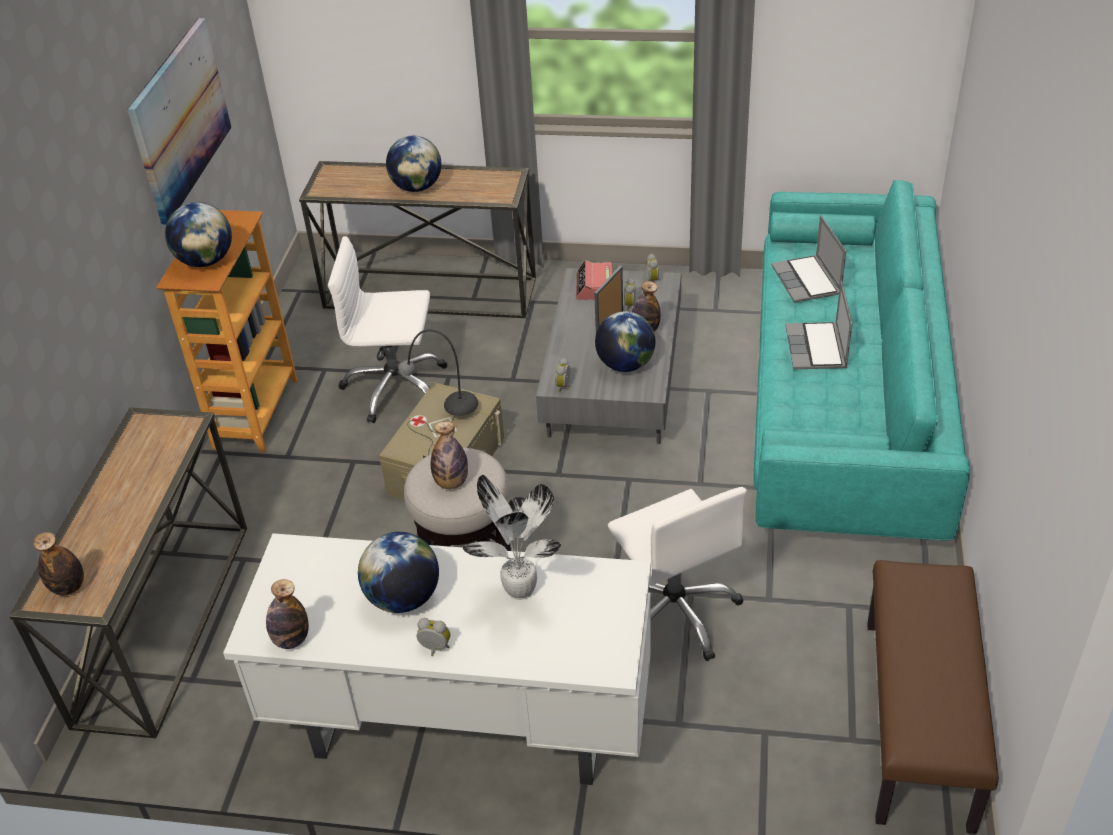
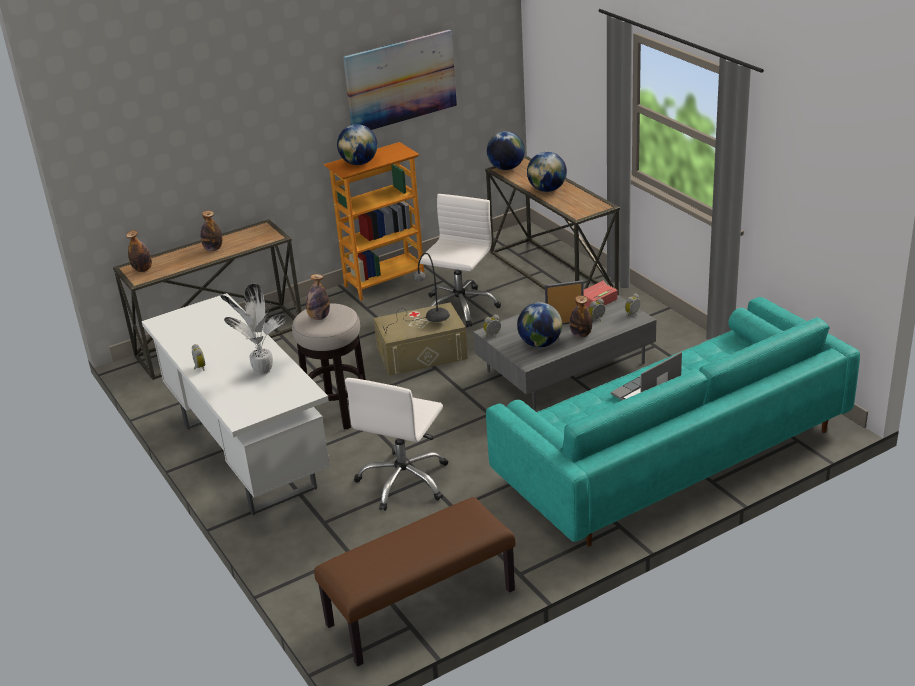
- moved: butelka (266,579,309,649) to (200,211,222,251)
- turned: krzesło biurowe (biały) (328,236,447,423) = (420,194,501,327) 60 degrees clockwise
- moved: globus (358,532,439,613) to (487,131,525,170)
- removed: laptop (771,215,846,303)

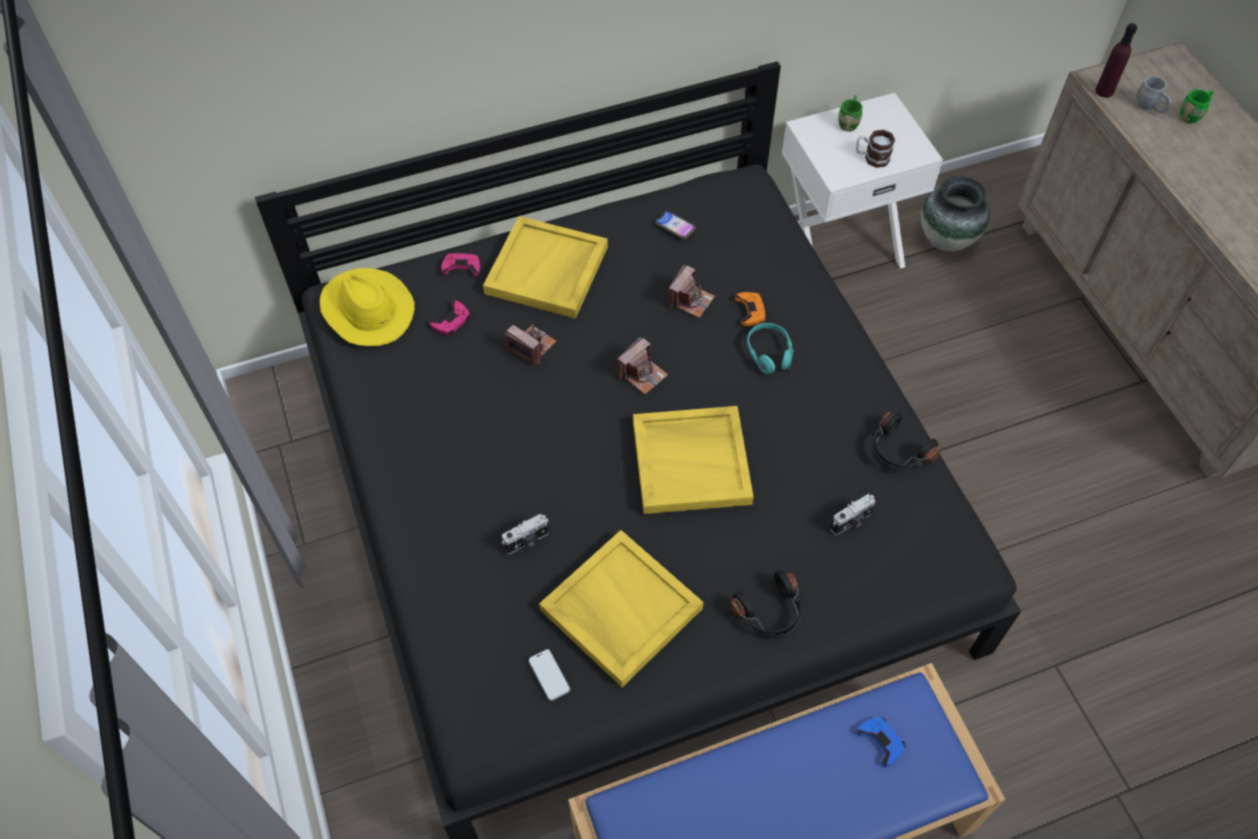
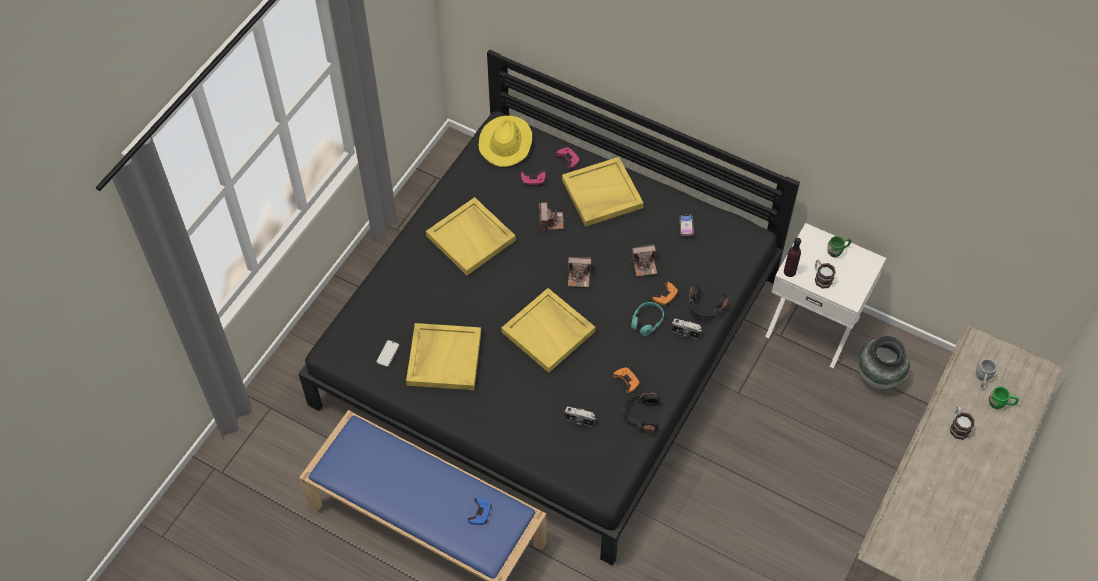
- added: taca (żółty) (426,197,516,275)
- added: pad do gier (pomarańczowy) (613,367,640,393)
- moved: aparat fotograficzny (502,514,549,554) to (672,318,702,339)
- moved: słuchawki (czarny) (729,571,803,639) to (688,285,729,321)
- moved: butelka (fioletowy) (1095,23,1137,98) to (784,238,801,277)
- added: kubek (950,406,975,440)

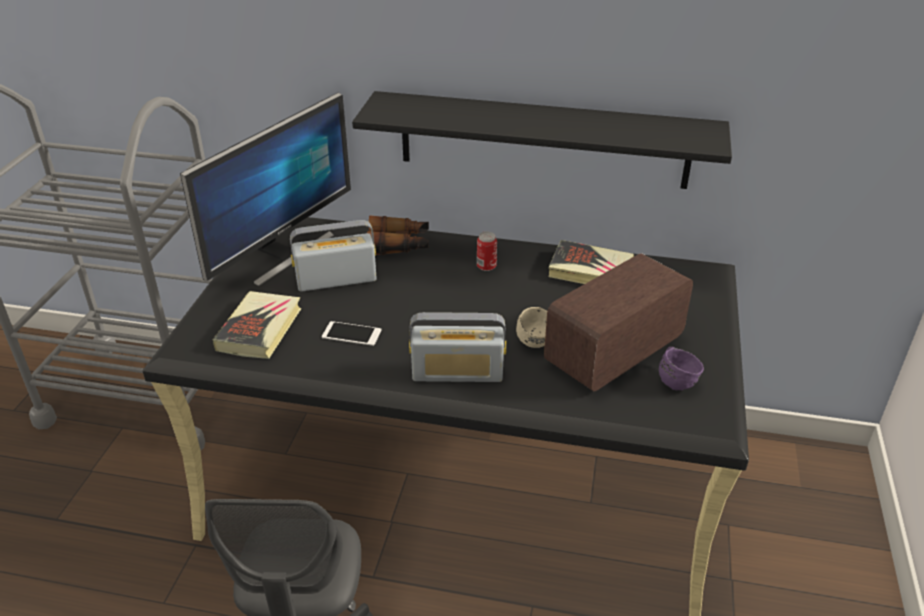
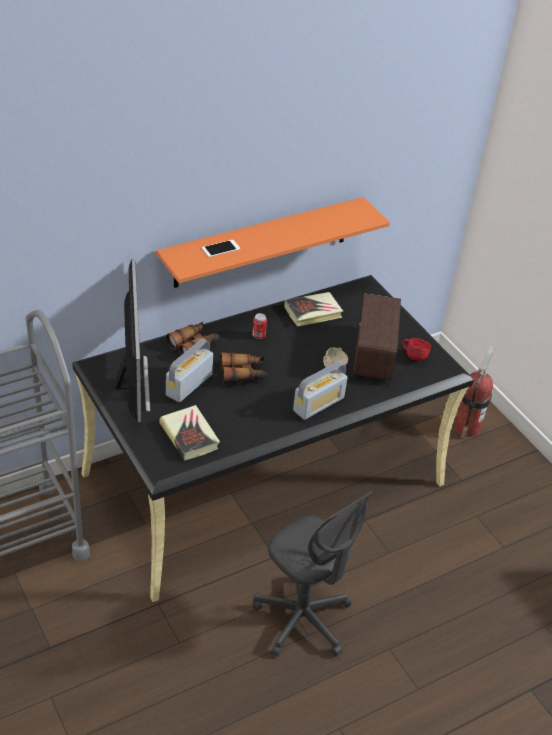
- recoloured: półka (czarny) (352,91,732,189) to półka (pomarańczowy) (156,197,390,288)
- moved: telefon (322,321,381,346) to (202,240,240,257)
- added: lornetka (220,352,267,385)
- recoloured: kubek (fioletowy) (659,347,704,390) to kubek (czerwony) (402,338,431,361)
- added: gaśnica (455,344,495,438)

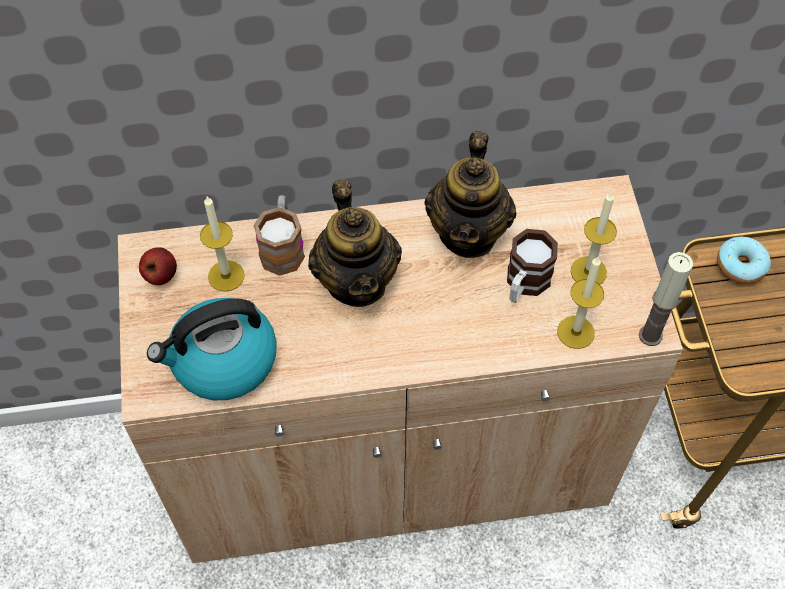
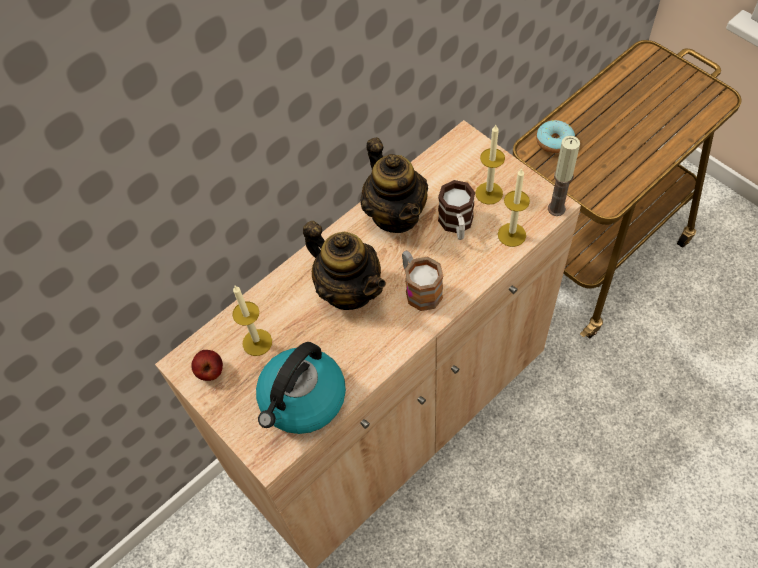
- moved: kubek (253,195,305,276) to (402,250,443,311)

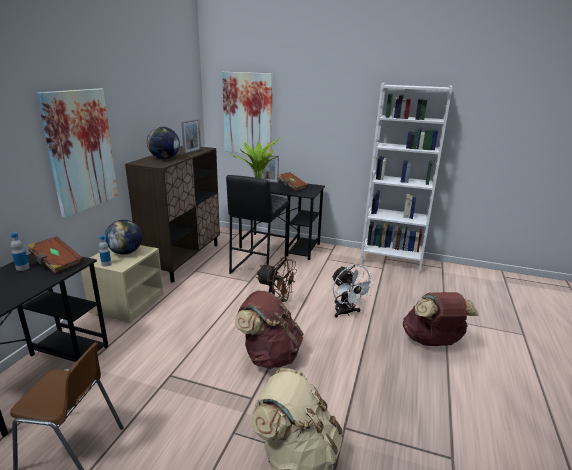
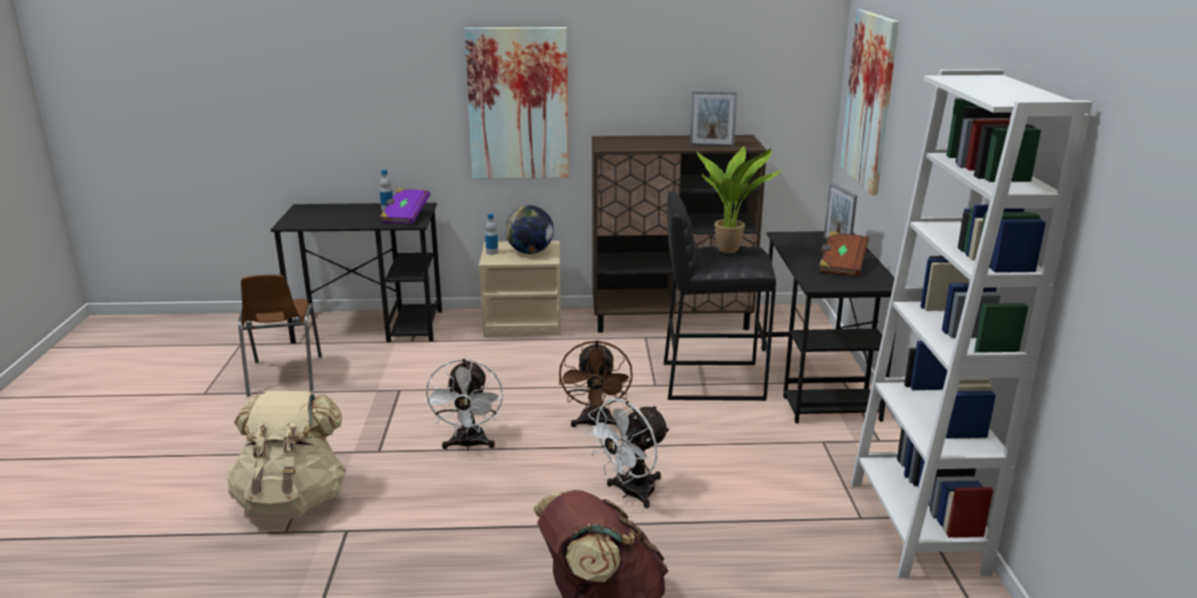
- recoloured: książka (brązowy) (27,236,84,274) to książka (fioletowy) (380,188,430,224)
- replaced: plecak (brązowy) (235,290,303,369) to wentylator (biały) (425,359,503,450)
- removed: globus (147,127,180,159)

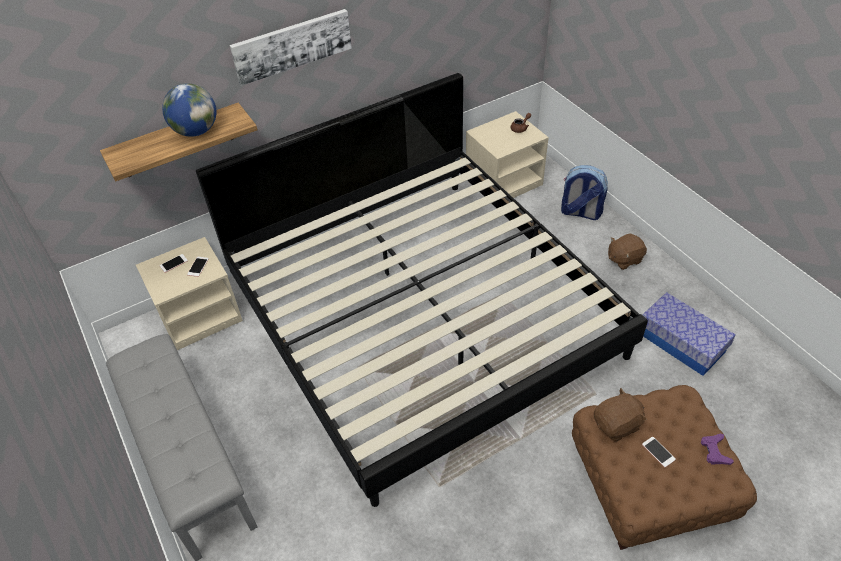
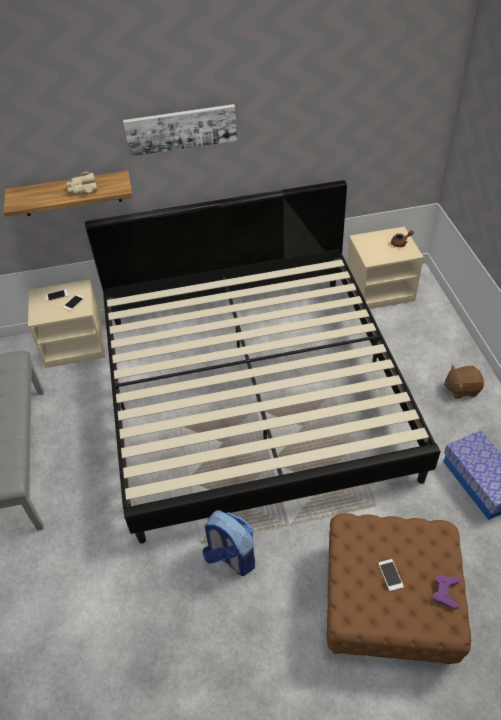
- replaced: globus (162,84,216,137) to lornetka (beżowy) (67,172,97,194)
- moved: plecak (561,165,608,220) to (203,510,255,576)
- removed: pluszak (brązowy) (594,388,647,441)

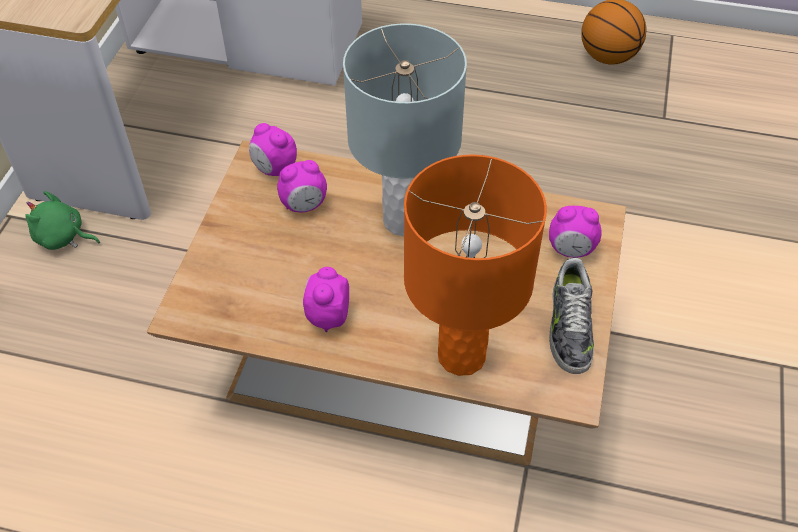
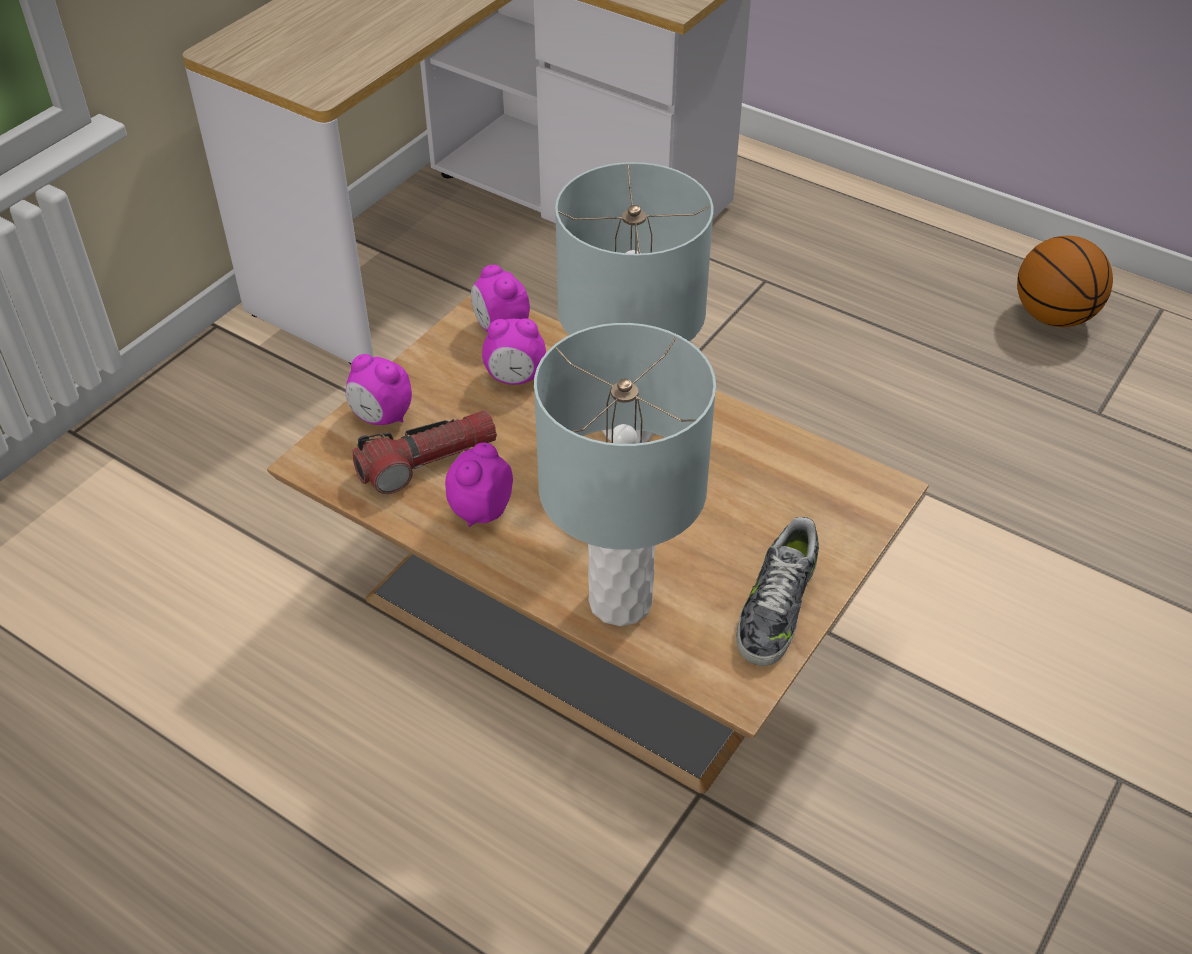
- moved: budzik (549,206,601,258) to (346,354,412,425)
- added: latarka (352,410,497,494)
- recoloured: lampa stołowa (pomarańczowy) (404,155,547,376) to lampa stołowa (szary) (534,323,716,626)
- removed: pluszak (zielony) (25,191,100,250)

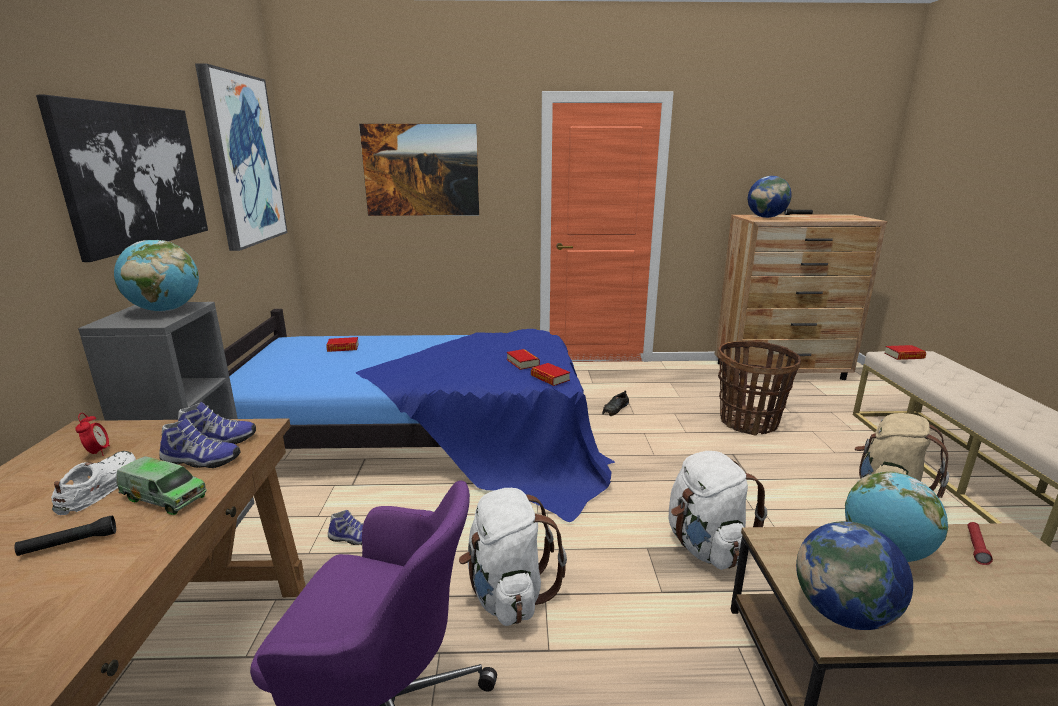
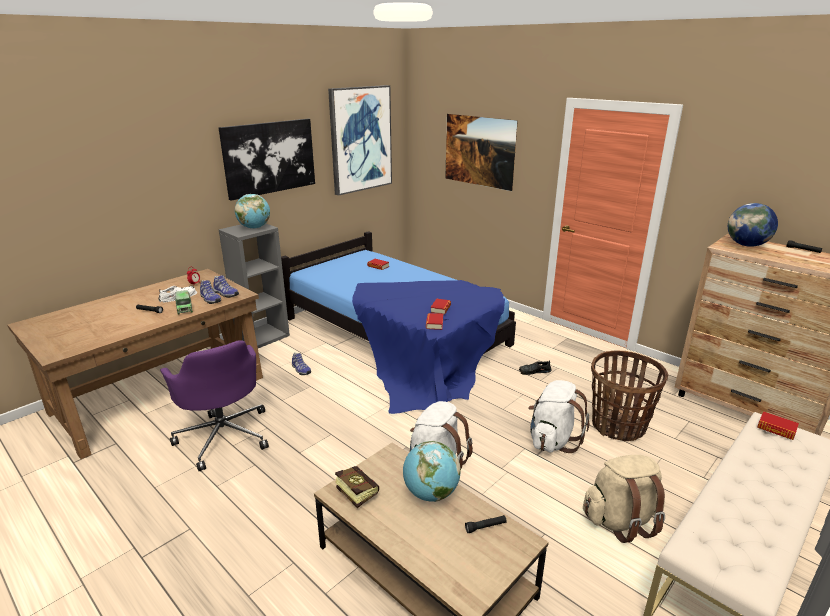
- replaced: globus (796,521,913,630) to książka (335,466,379,509)
- recoloured: latarka (czerwony) (967,522,993,565) to latarka (czarny) (465,515,507,533)
- moved: plecak (biały) (459,488,567,626) to (528,380,589,453)

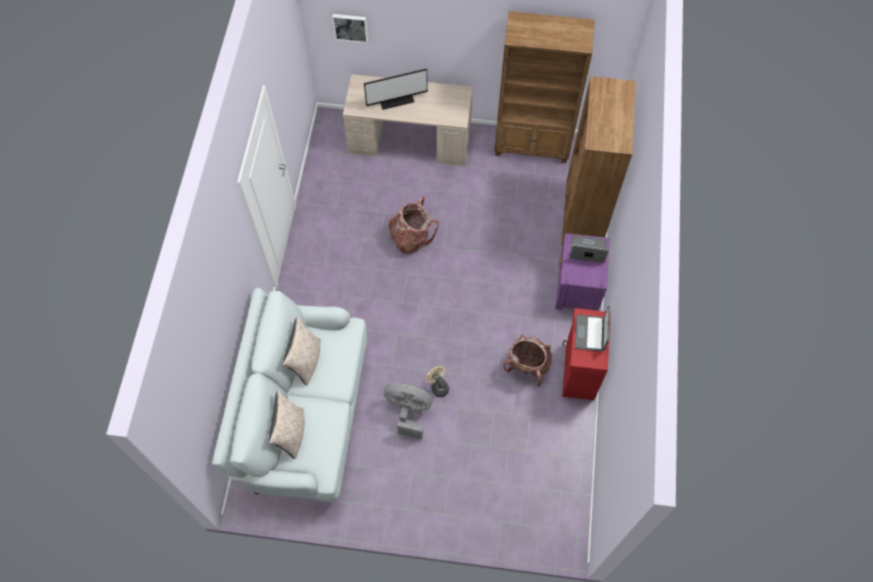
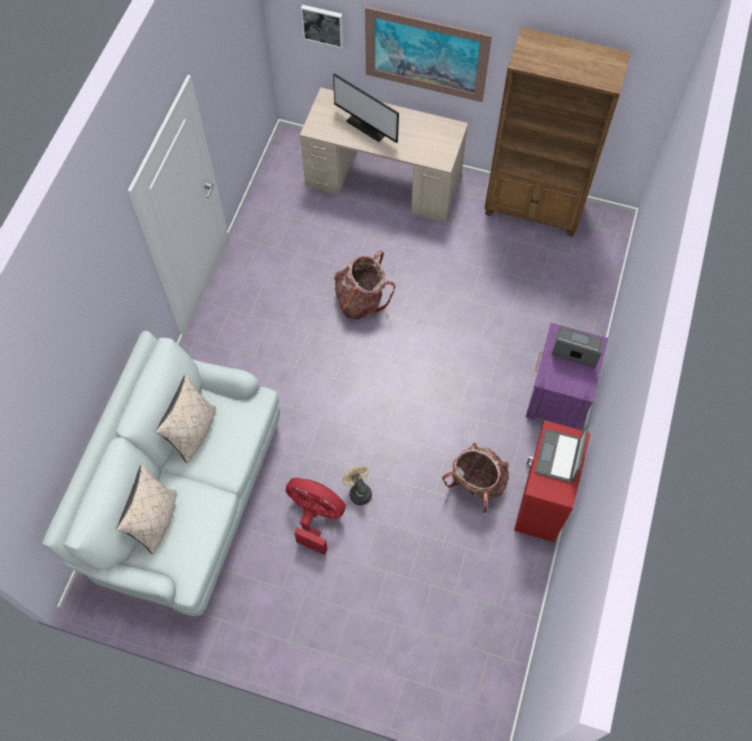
- recoloured: wentylator (szary) (384,383,432,440) to wentylator (czerwony) (286,478,346,555)
- turned: monitor (364,68,428,110) = (333,73,399,143) 45 degrees clockwise
- added: obraz (365,6,492,102)
- removed: regał (brązowy) (562,76,636,249)

